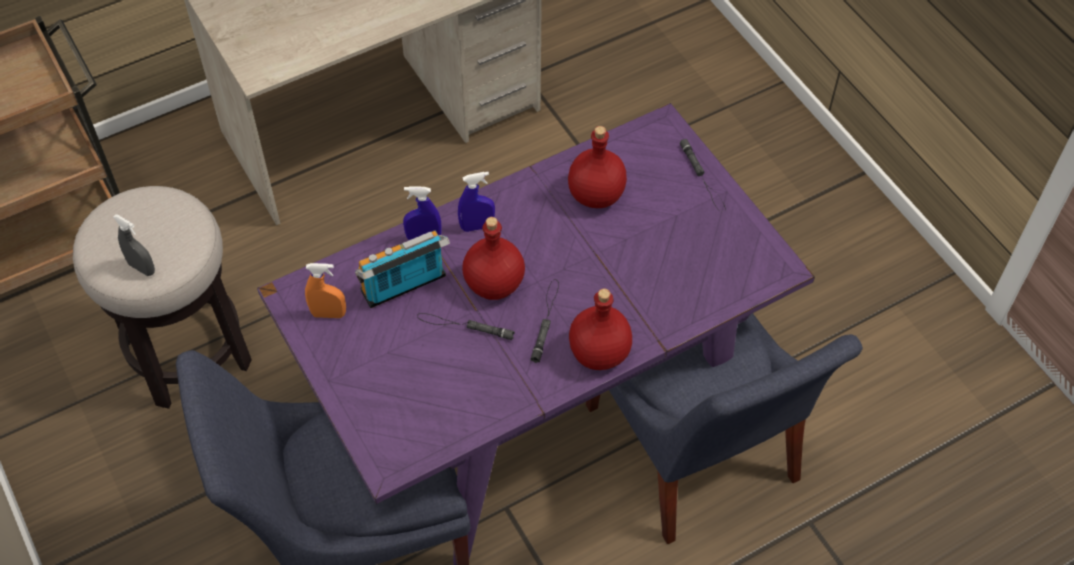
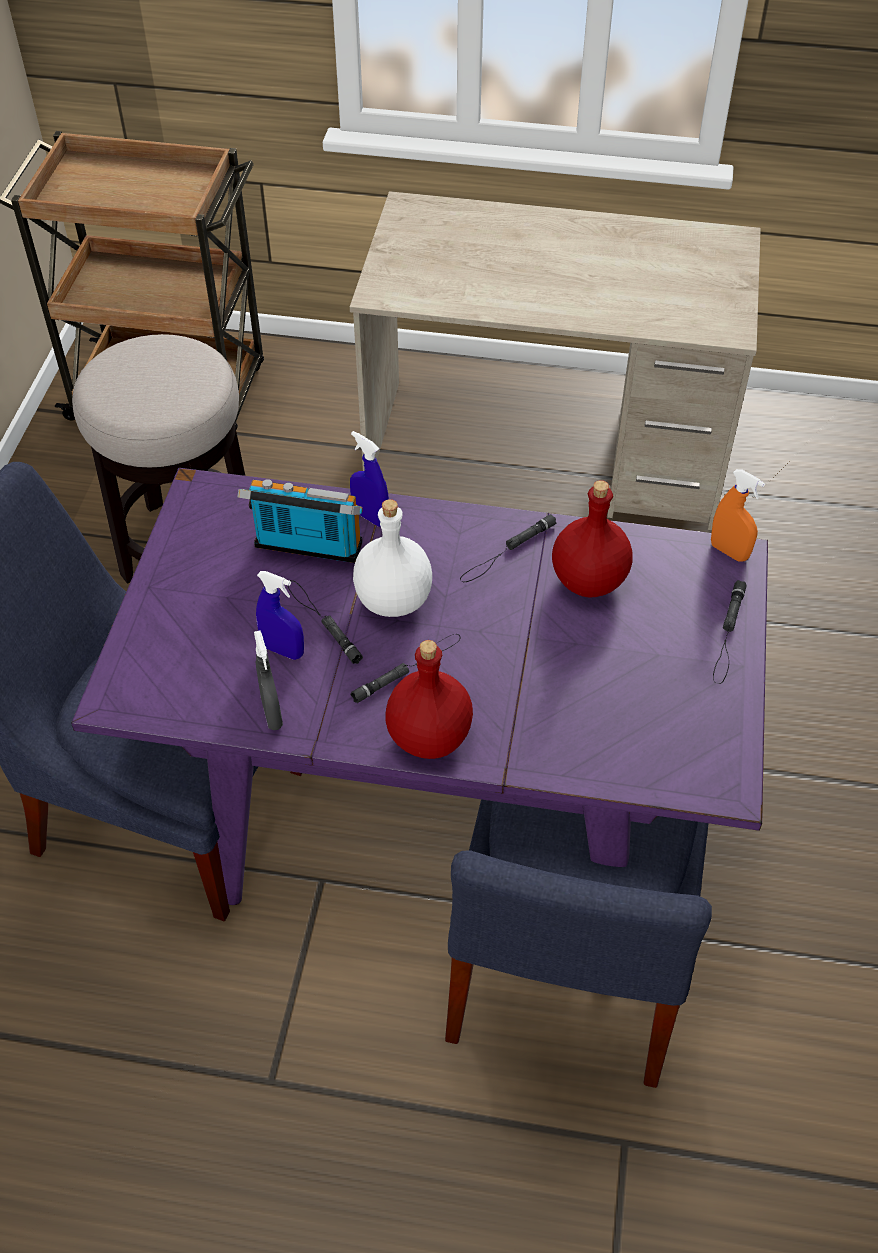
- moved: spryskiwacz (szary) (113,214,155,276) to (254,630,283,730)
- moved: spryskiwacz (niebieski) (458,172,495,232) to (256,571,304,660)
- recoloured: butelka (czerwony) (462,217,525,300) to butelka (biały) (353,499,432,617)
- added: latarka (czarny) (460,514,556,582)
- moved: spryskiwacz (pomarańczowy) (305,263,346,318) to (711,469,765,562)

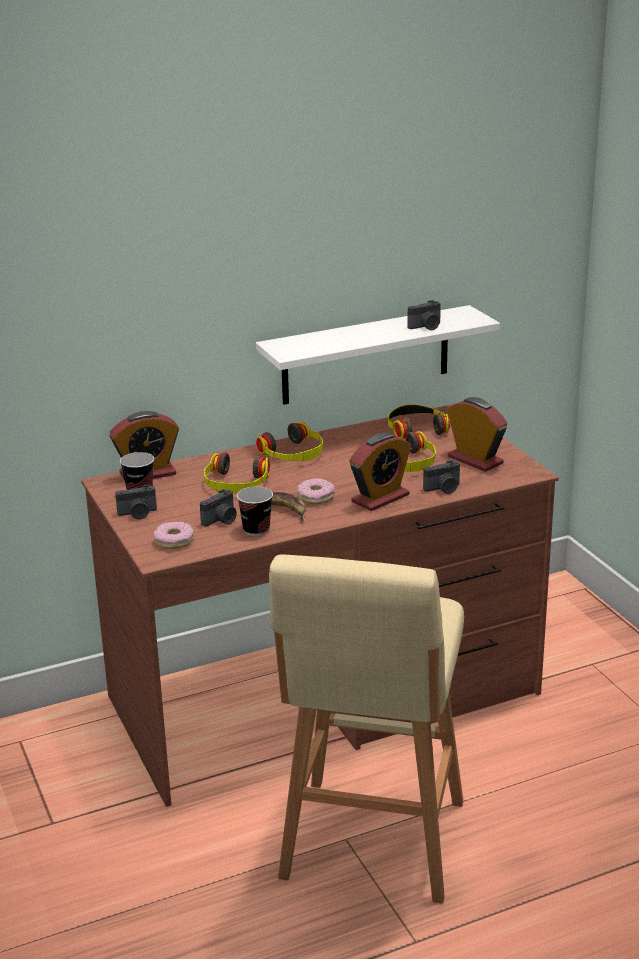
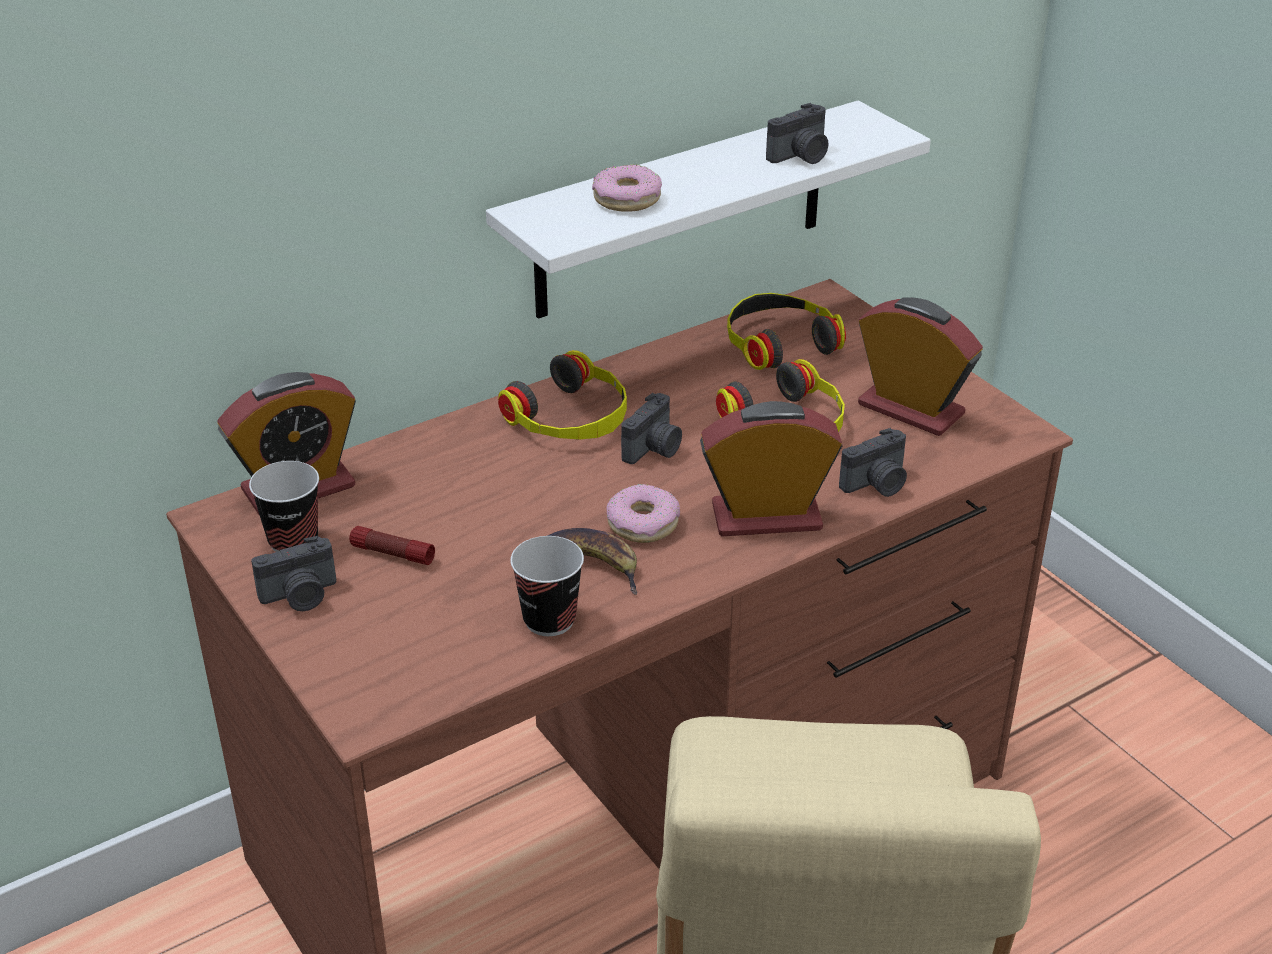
- added: latarka (349,526,435,565)
- moved: donut (153,521,194,549) to (592,164,662,212)
- moved: aparat fotograficzny (200,489,237,526) to (621,393,682,464)
- turned: budzik (349,432,411,511) = (700,401,842,536) 135 degrees counterclockwise
- removed: słuchawki (204,452,270,493)

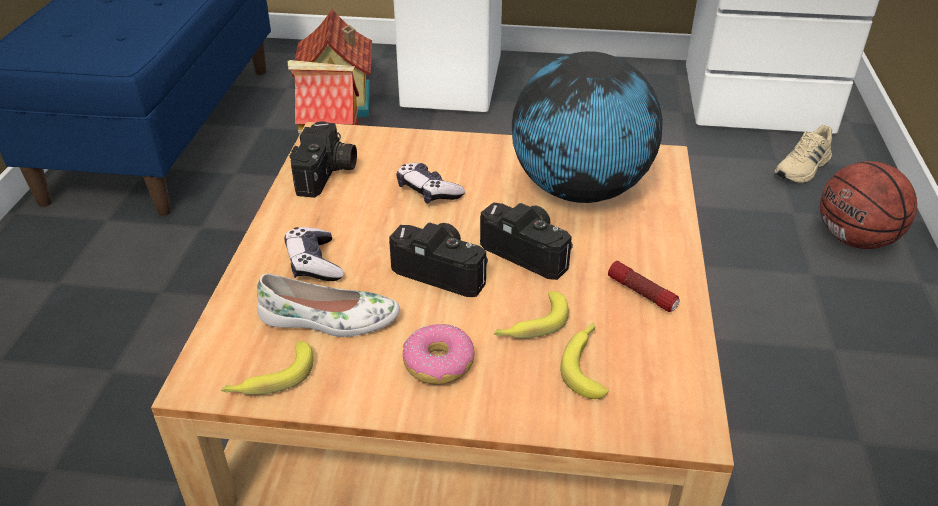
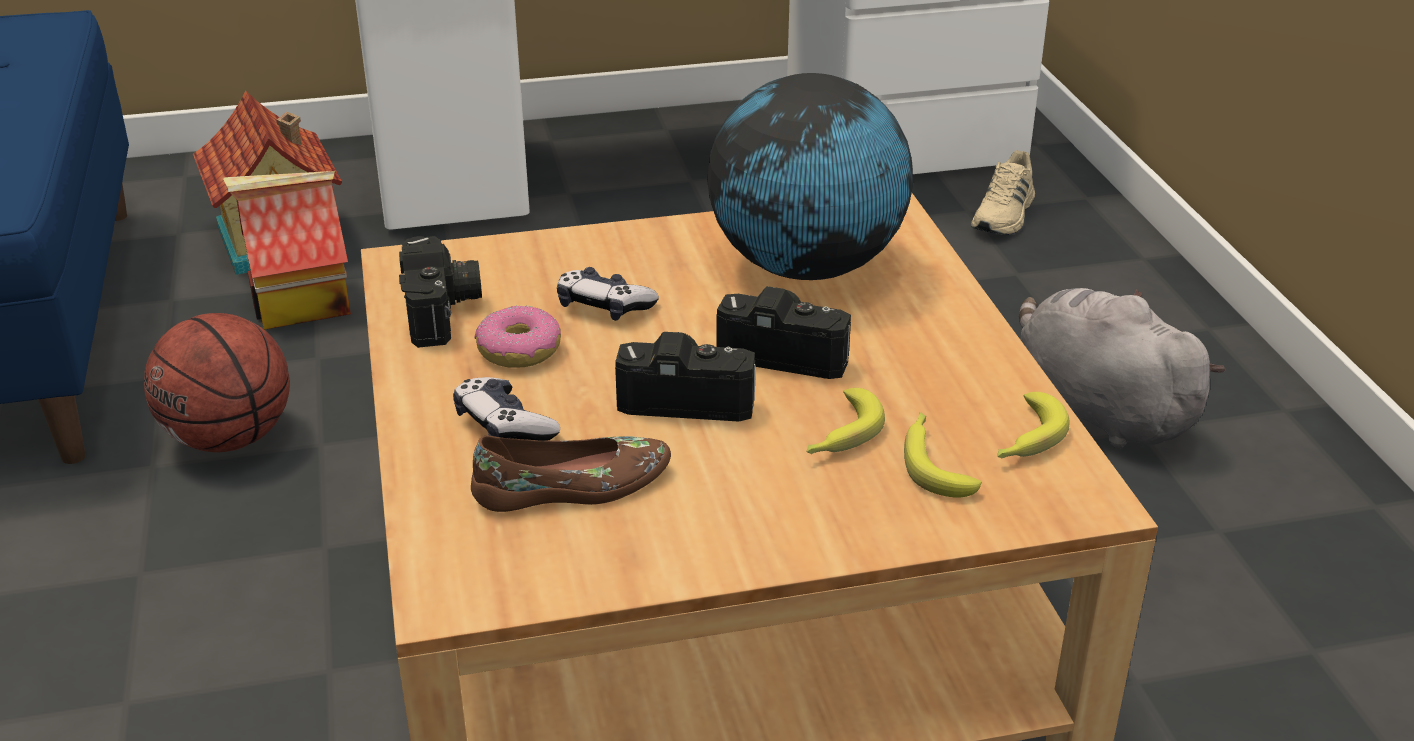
- moved: piłka do koszykówki (820,161,917,249) to (144,313,290,452)
- recoloured: but (biały) (257,273,400,337) to but (brązowy) (471,436,671,512)
- moved: donut (403,324,475,385) to (474,305,561,368)
- moved: banan (221,341,314,395) to (997,392,1070,459)
- added: pluszak (szary) (1019,288,1226,449)
- removed: latarka (608,261,680,312)

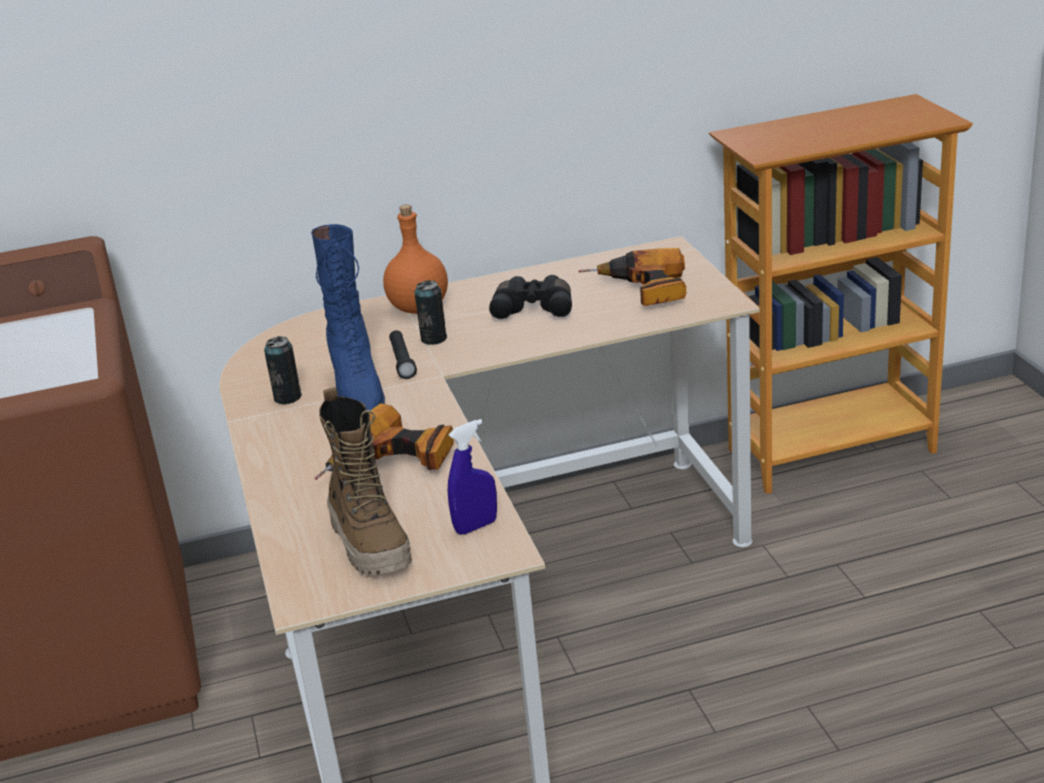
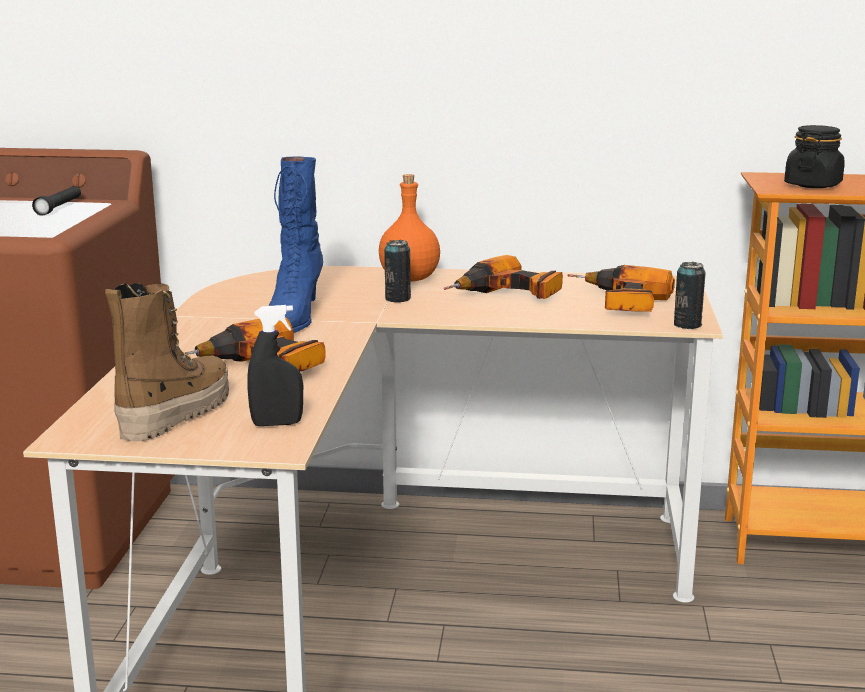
- moved: latarka (czarny) (389,330,417,379) to (32,186,81,216)
- turned: but z cholewką (319,387,412,575) = (105,283,229,441) 150 degrees counterclockwise
- recoloured: spryskiwacz (niebieski) (448,419,497,535) to spryskiwacz (czarny) (248,305,303,426)
- replaced: lornetka (czarny) (489,275,572,319) to wiertarka (444,255,563,299)
- moved: puszka (264,336,302,404) to (674,262,706,329)
- added: słoik (czarny) (784,125,845,188)

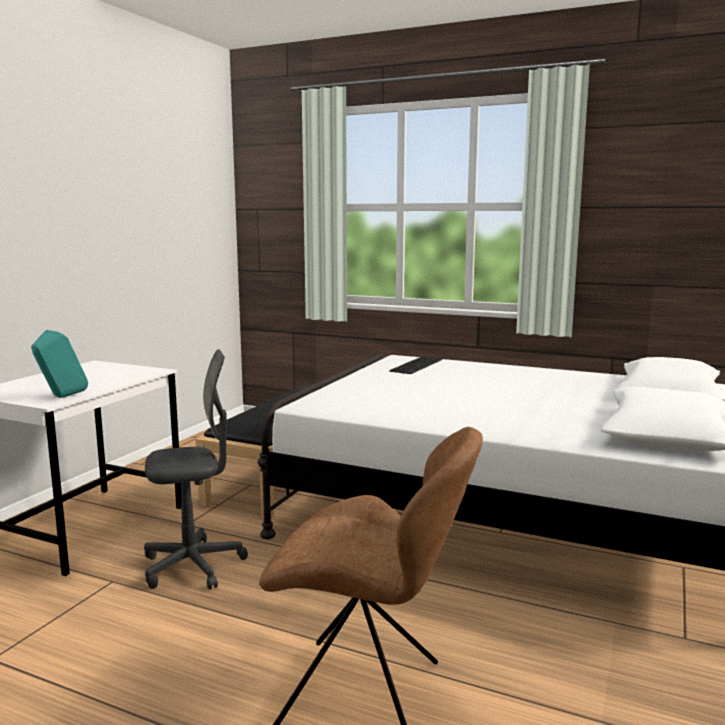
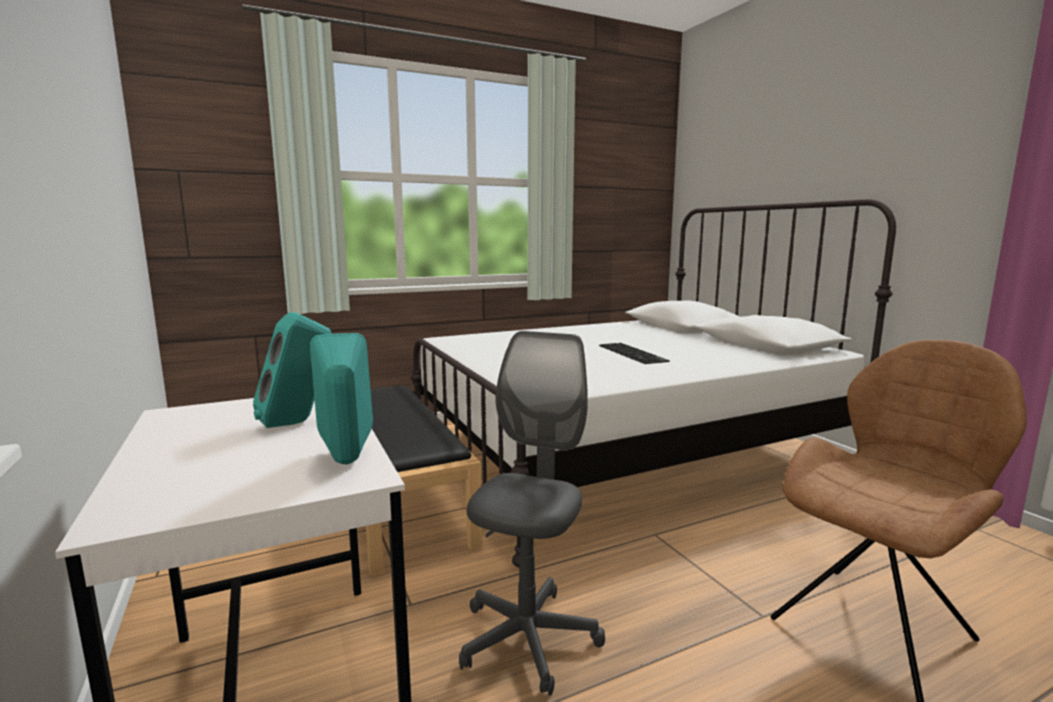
- added: głośnik (turkusowy) (253,312,332,428)
- moved: klawiatura (389,356,443,374) to (599,343,670,364)

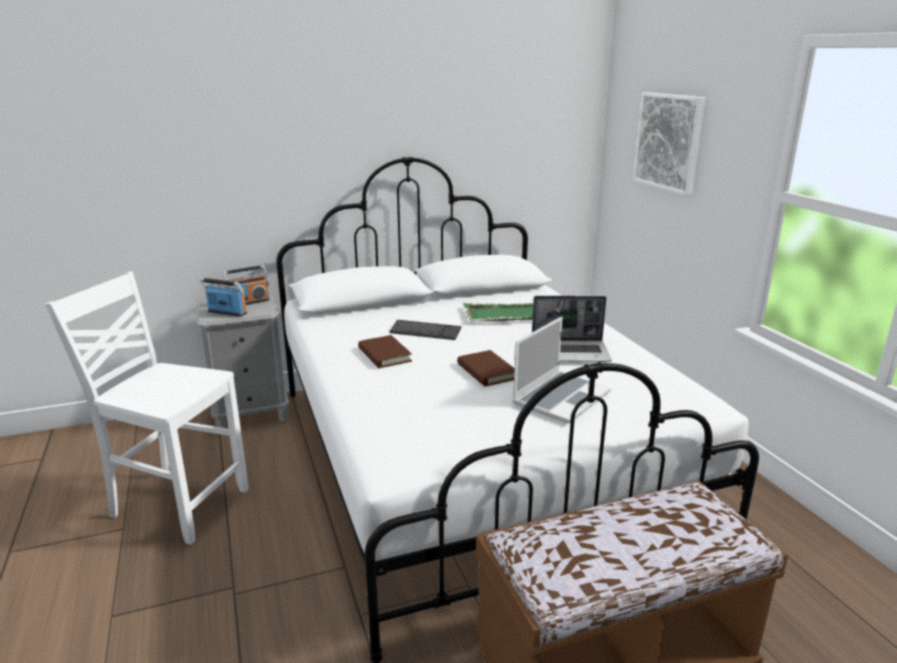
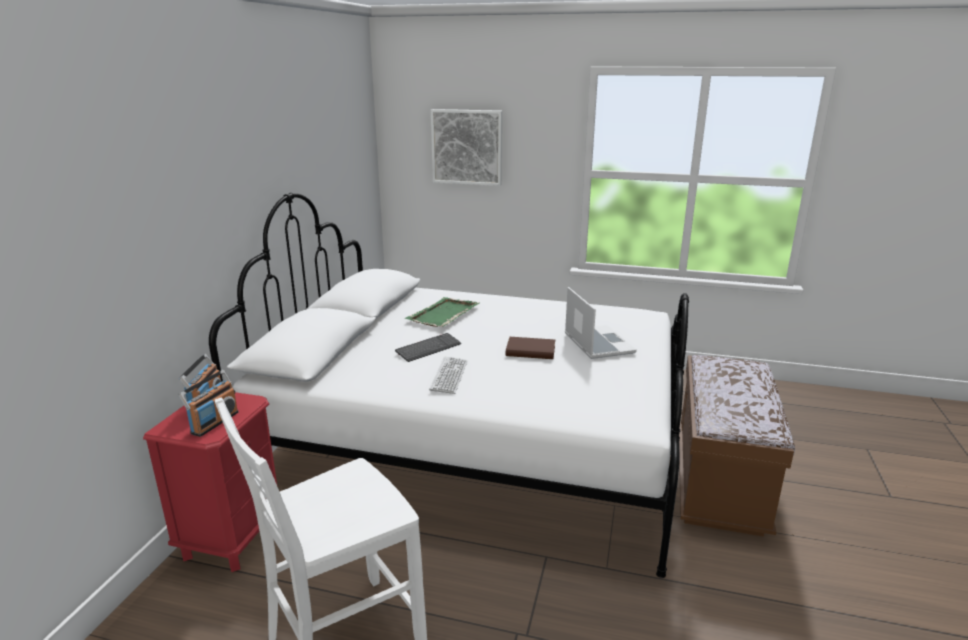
- recoloured: szafka nocna (szary) (196,295,289,428) to szafka nocna (czerwony) (143,392,278,572)
- turned: radio (200,278,247,317) = (178,370,238,437) 150 degrees clockwise
- replaced: książka (brązowy) (358,335,412,368) to klawiatura (429,357,467,394)
- removed: laptop (532,296,612,362)

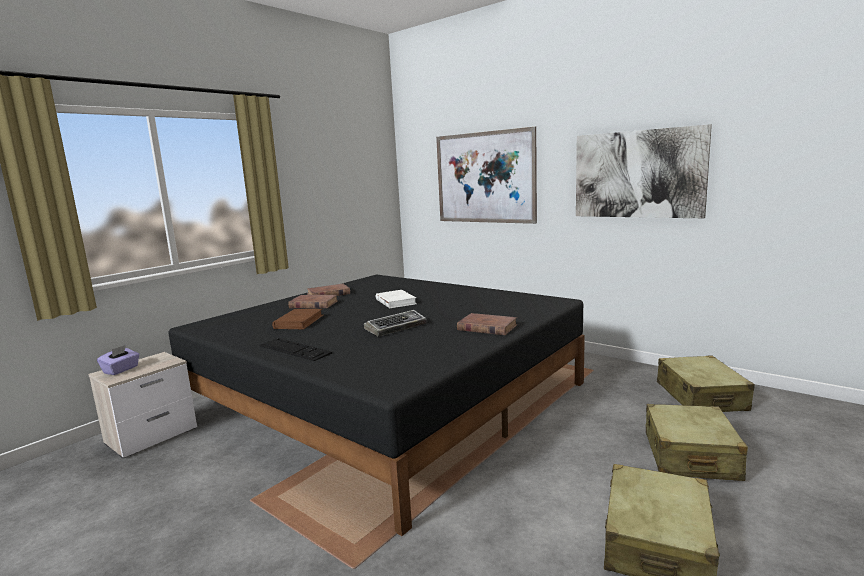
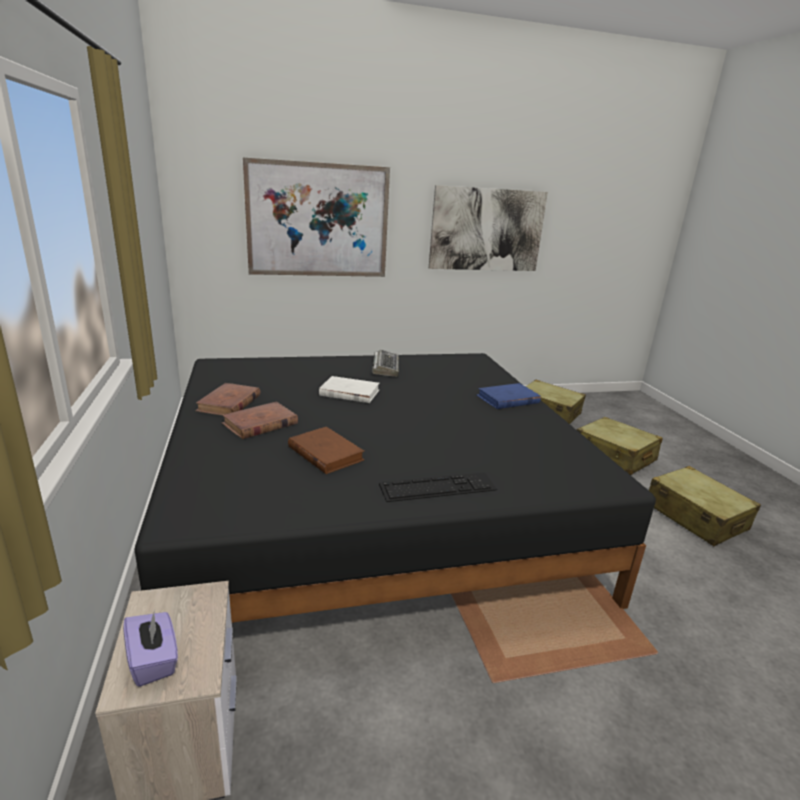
- moved: klawiatura (364,310,427,337) to (372,349,399,377)
- recoloured: książka (brązowy) (457,313,517,335) to książka (niebieski) (476,383,541,409)

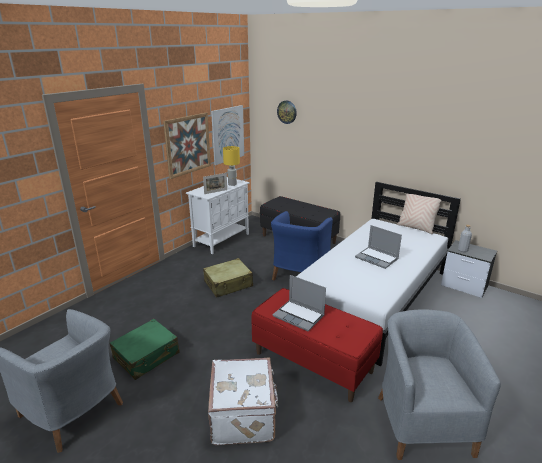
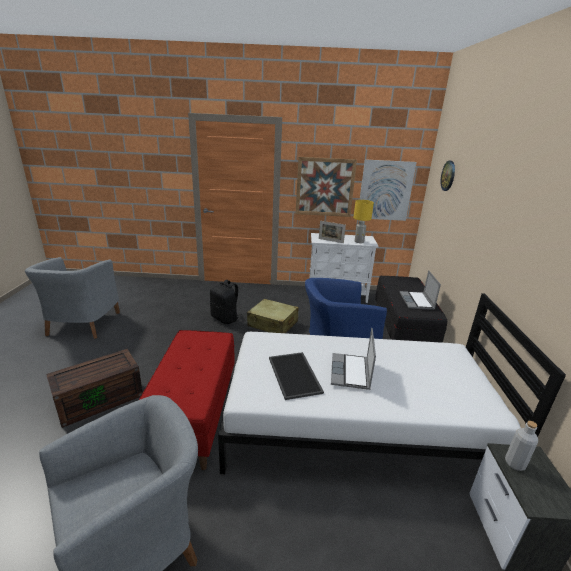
- replaced: walizka (biały) (208,358,278,445) to pojemnik do przechowywania (brązowy) (46,349,143,428)
- added: plecak (czarny) (210,280,242,324)
- added: taca (269,352,324,400)
- moved: laptop (273,275,326,331) to (400,270,441,310)
- removed: walizka (zielony) (110,319,180,380)
- removed: poduszka (beżowy) (397,194,441,234)

